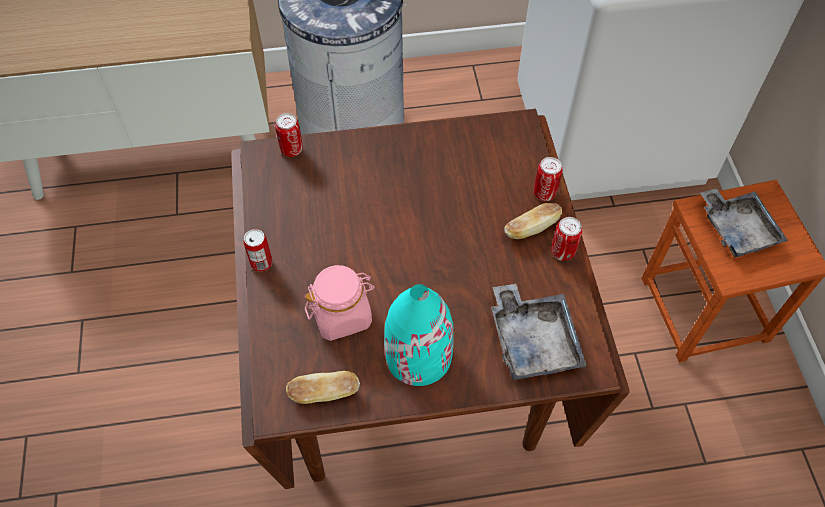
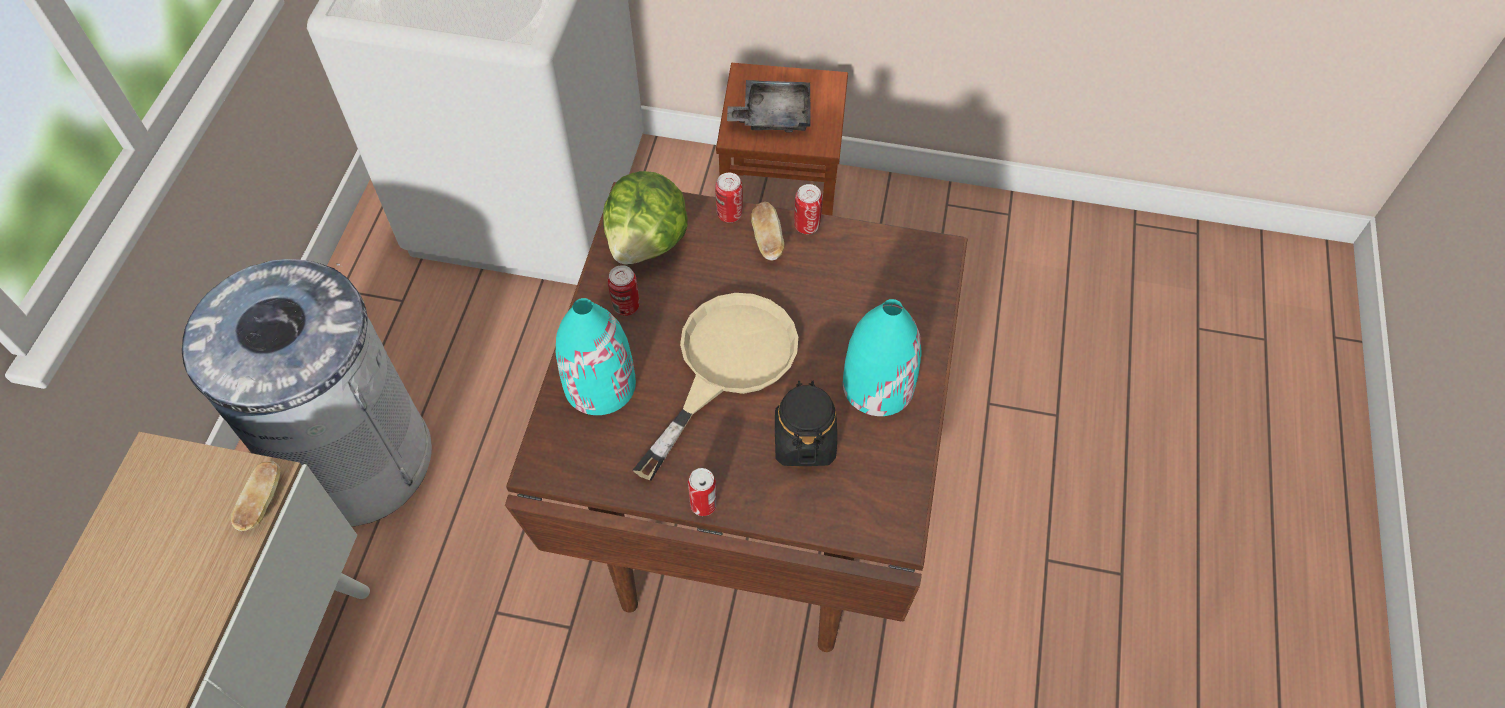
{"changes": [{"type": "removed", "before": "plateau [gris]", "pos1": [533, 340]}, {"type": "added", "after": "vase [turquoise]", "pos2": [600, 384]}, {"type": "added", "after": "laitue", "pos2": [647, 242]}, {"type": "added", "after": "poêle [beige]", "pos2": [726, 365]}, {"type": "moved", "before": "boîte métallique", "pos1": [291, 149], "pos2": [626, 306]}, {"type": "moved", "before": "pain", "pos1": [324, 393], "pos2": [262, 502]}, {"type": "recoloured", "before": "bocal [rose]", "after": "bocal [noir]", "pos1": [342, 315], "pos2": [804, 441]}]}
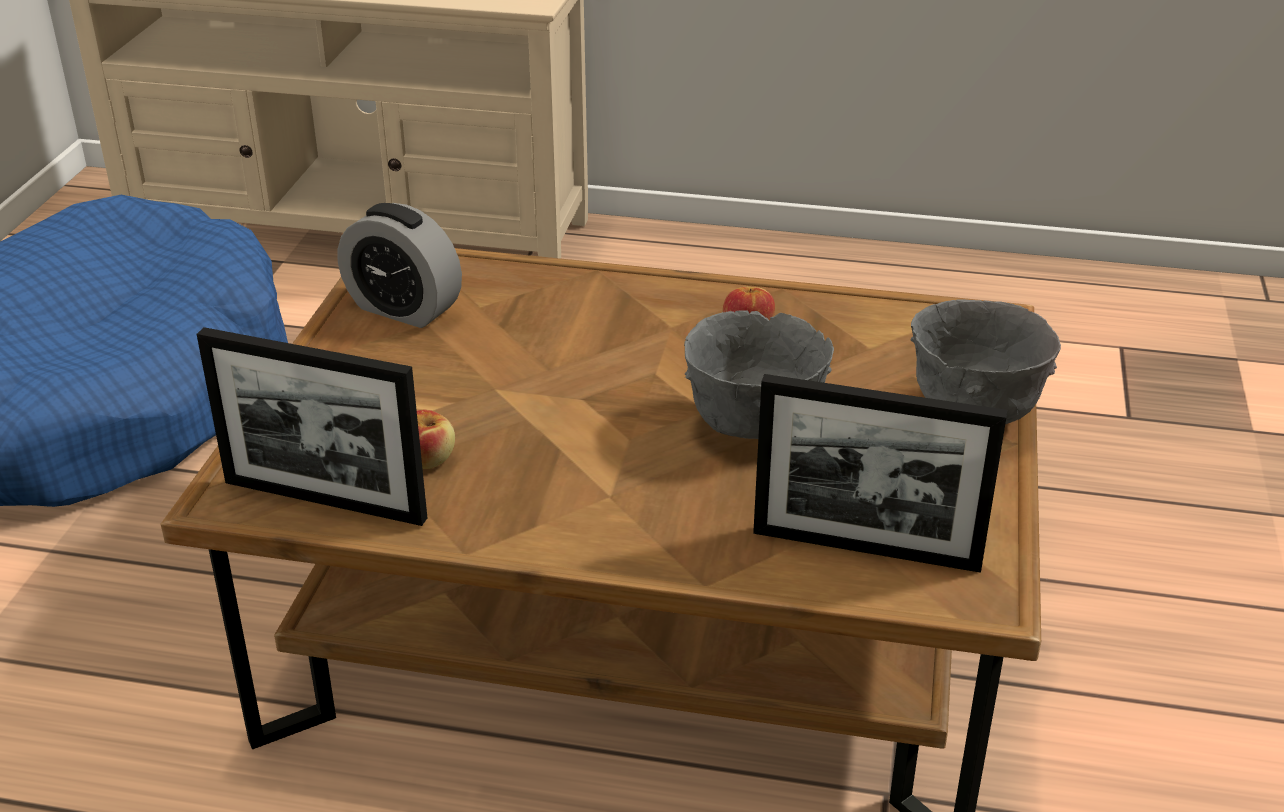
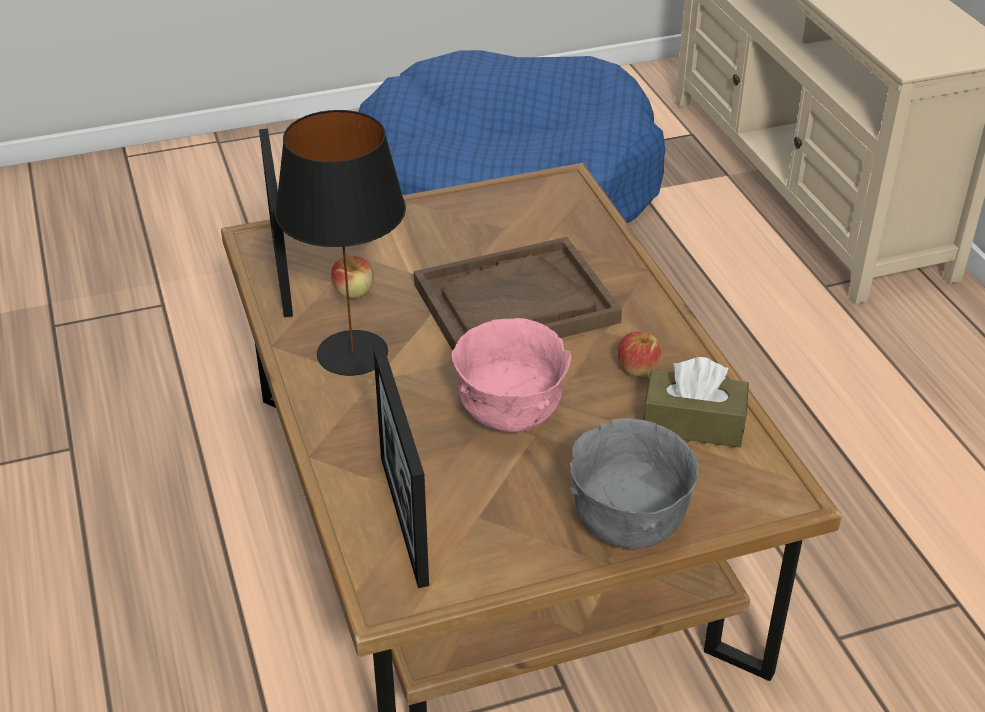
{"changes": [{"type": "removed", "before": "réveil", "pos1": [403, 309]}, {"type": "added", "after": "lampe de table [noir]", "pos2": [351, 352]}, {"type": "added", "after": "plateau [marron]", "pos2": [515, 304]}, {"type": "added", "after": "boîte à mouchoirs [marron]", "pos2": [693, 424]}, {"type": "recoloured", "before": "bol [gris]", "after": "bol [rose]", "pos1": [753, 426], "pos2": [510, 415]}]}
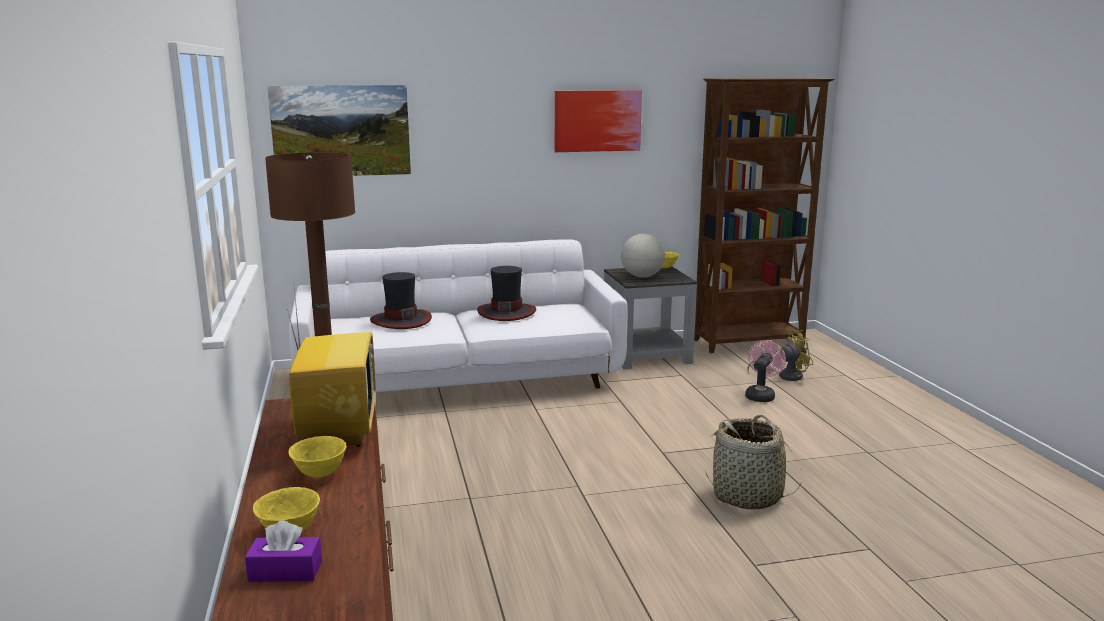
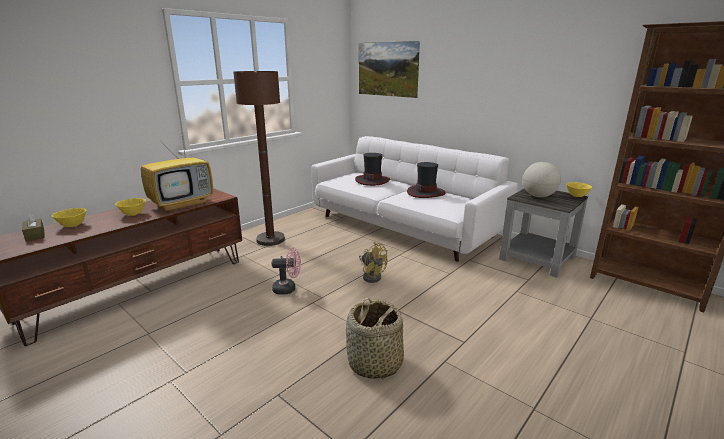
{"changes": [{"type": "removed", "before": "tableau", "pos1": [597, 121]}, {"type": "moved", "before": "ventilateur [rose]", "pos1": [761, 395], "pos2": [288, 289]}, {"type": "moved", "before": "ventilateur [jaune]", "pos1": [785, 376], "pos2": [372, 276]}, {"type": "recoloured", "before": "boîte à mouchoirs [violet]", "after": "boîte à mouchoirs [marron]", "pos1": [285, 571], "pos2": [35, 235]}]}
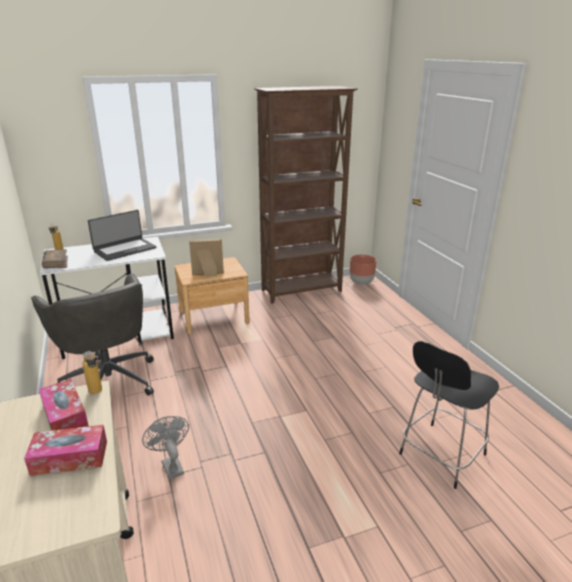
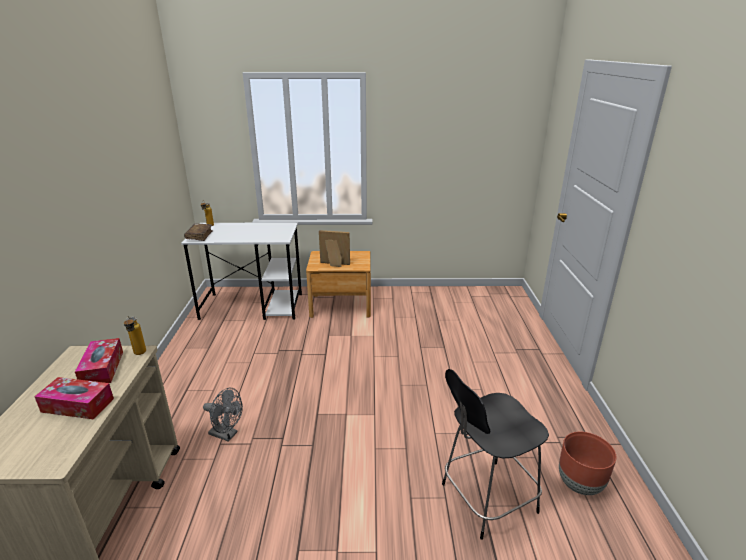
{"changes": [{"type": "removed", "before": "chaise de bureau [gris]", "pos1": [109, 380]}, {"type": "removed", "before": "ordinateur portable", "pos1": [124, 249]}, {"type": "removed", "before": "bibliothèque [marron]", "pos1": [302, 291]}, {"type": "moved", "before": "cache-pot [marron]", "pos1": [361, 283], "pos2": [579, 484]}, {"type": "turned", "before": "ventilateur [gris]", "pos1": [171, 465], "pos2": [227, 434], "turn": 120}]}
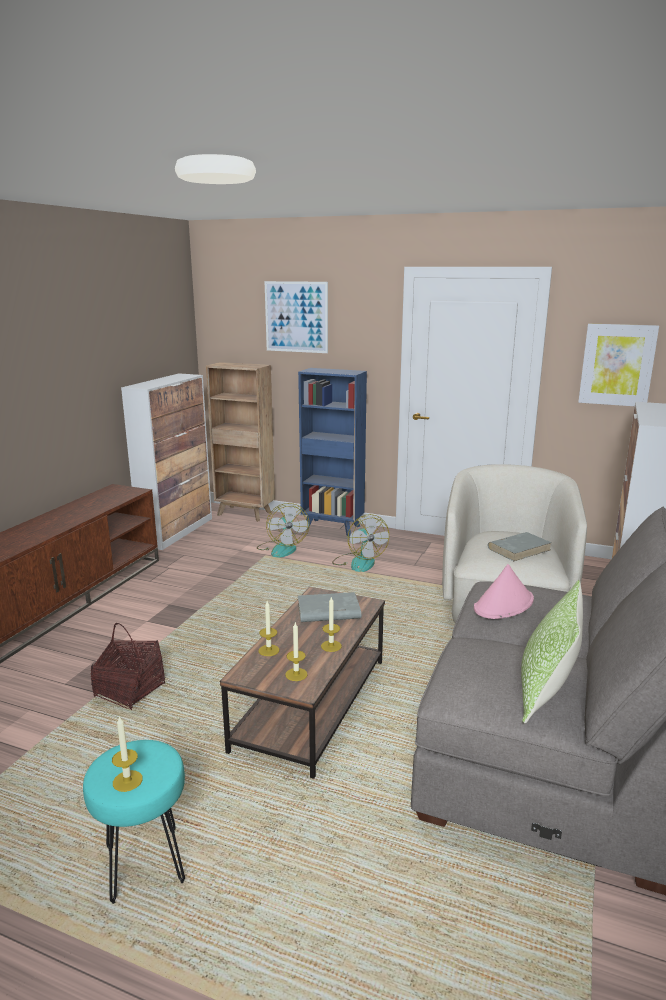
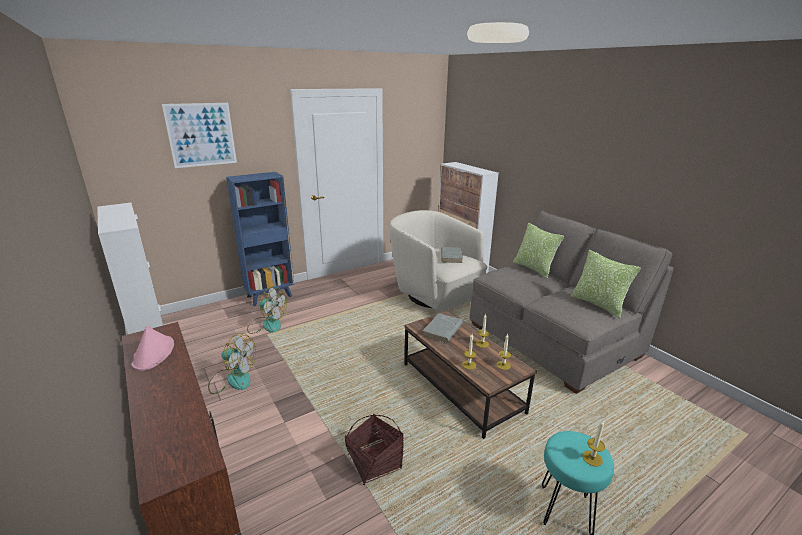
{"changes": [{"type": "removed", "before": "bibliothèque [marron]", "pos1": [245, 514]}, {"type": "removed", "before": "tableau", "pos1": [617, 365]}, {"type": "added", "after": "coussin", "pos2": [534, 268]}, {"type": "moved", "before": "ventilateur", "pos1": [359, 562], "pos2": [232, 379]}, {"type": "moved", "before": "chapeau [rose]", "pos1": [504, 604], "pos2": [153, 353]}]}
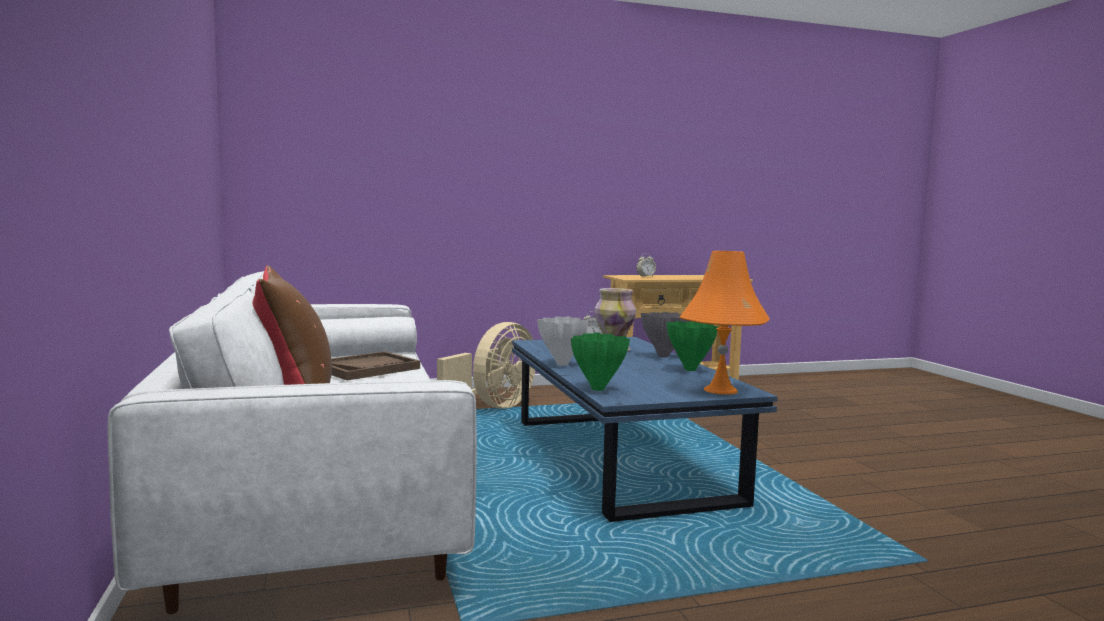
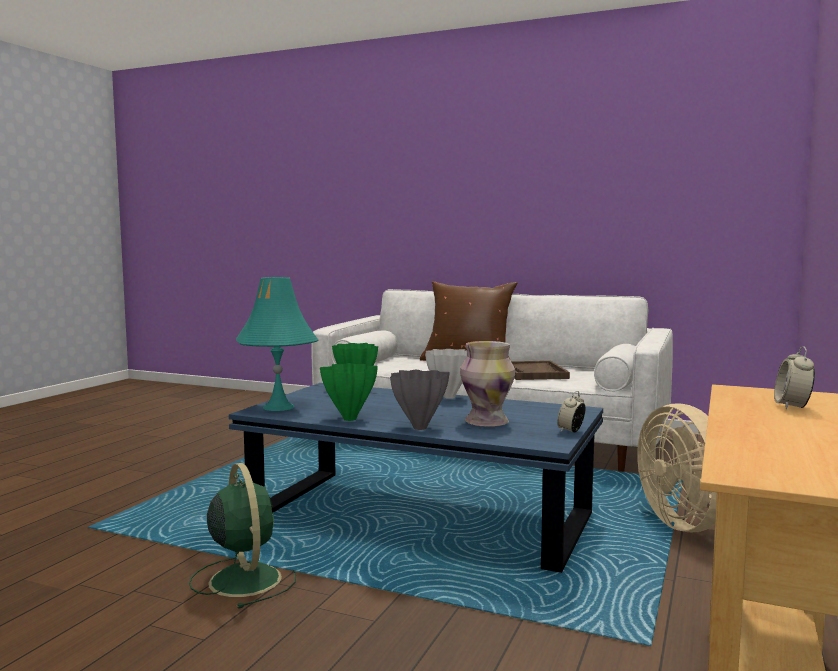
{"changes": [{"type": "added", "after": "ventilateur [vert]", "pos2": [244, 579]}, {"type": "recoloured", "before": "lampe de table [orange]", "after": "lampe de table [turquoise]", "pos1": [720, 390], "pos2": [278, 407]}]}
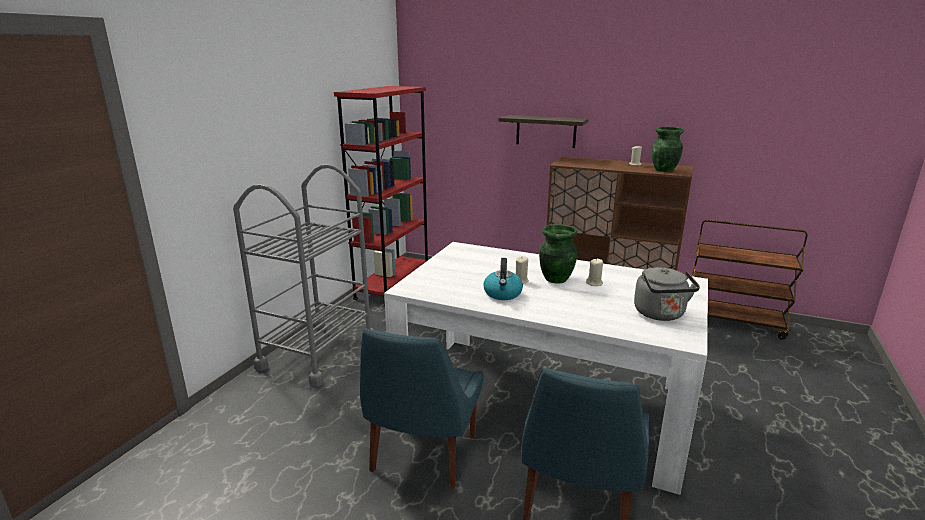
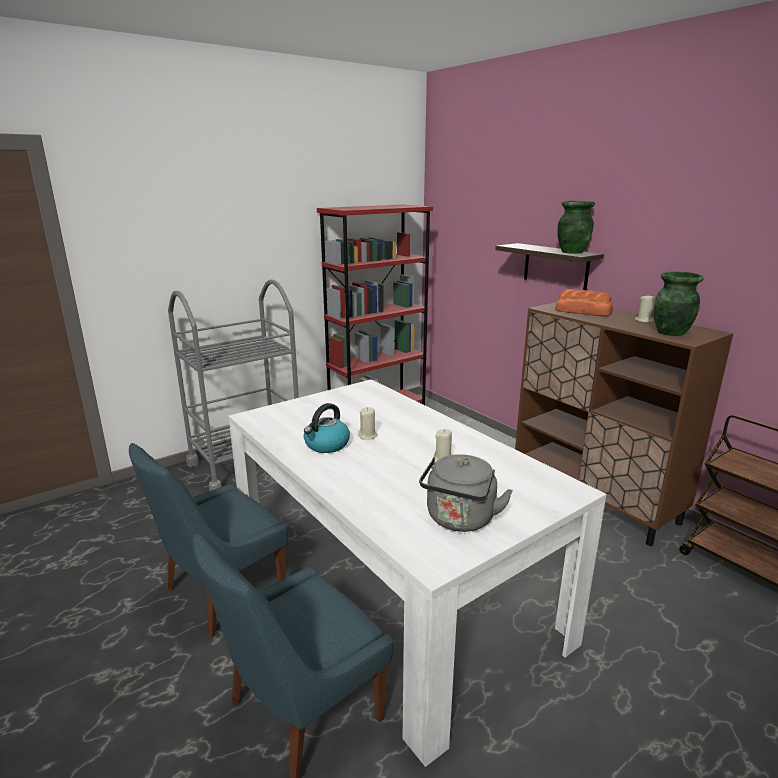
{"changes": [{"type": "added", "after": "pain", "pos2": [583, 312]}, {"type": "moved", "before": "vase [vert]", "pos1": [555, 279], "pos2": [571, 252]}]}
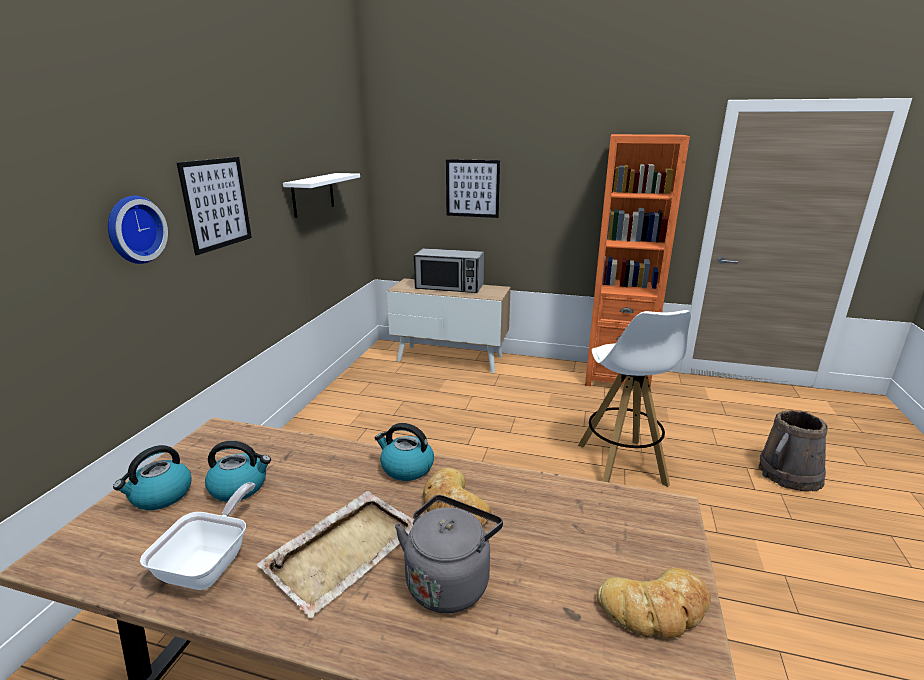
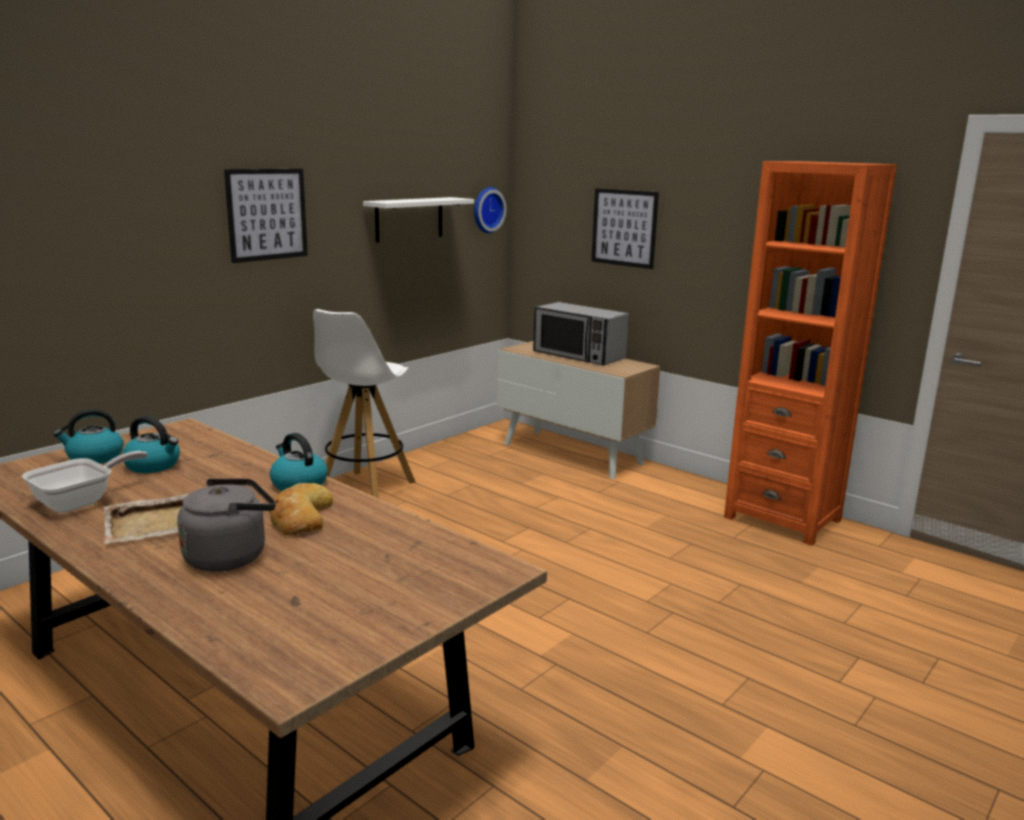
{"changes": [{"type": "removed", "before": "pain", "pos1": [656, 609]}, {"type": "removed", "before": "seau [marron]", "pos1": [789, 474]}, {"type": "moved", "before": "horloge murale", "pos1": [133, 229], "pos2": [486, 210]}, {"type": "moved", "before": "tabouret [blanc]", "pos1": [621, 465], "pos2": [365, 491]}]}
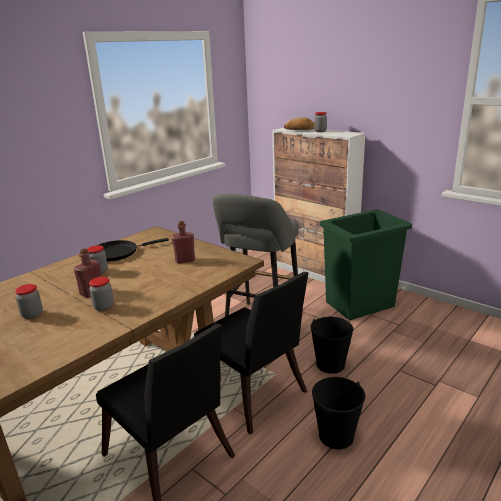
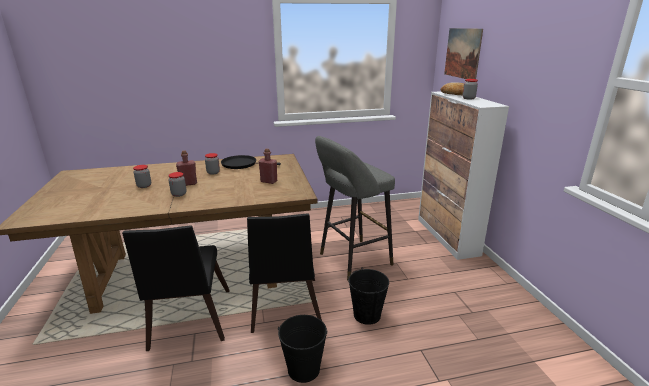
{"changes": [{"type": "removed", "before": "poubelle [vert]", "pos1": [361, 304]}, {"type": "added", "after": "tableau", "pos2": [462, 53]}]}
